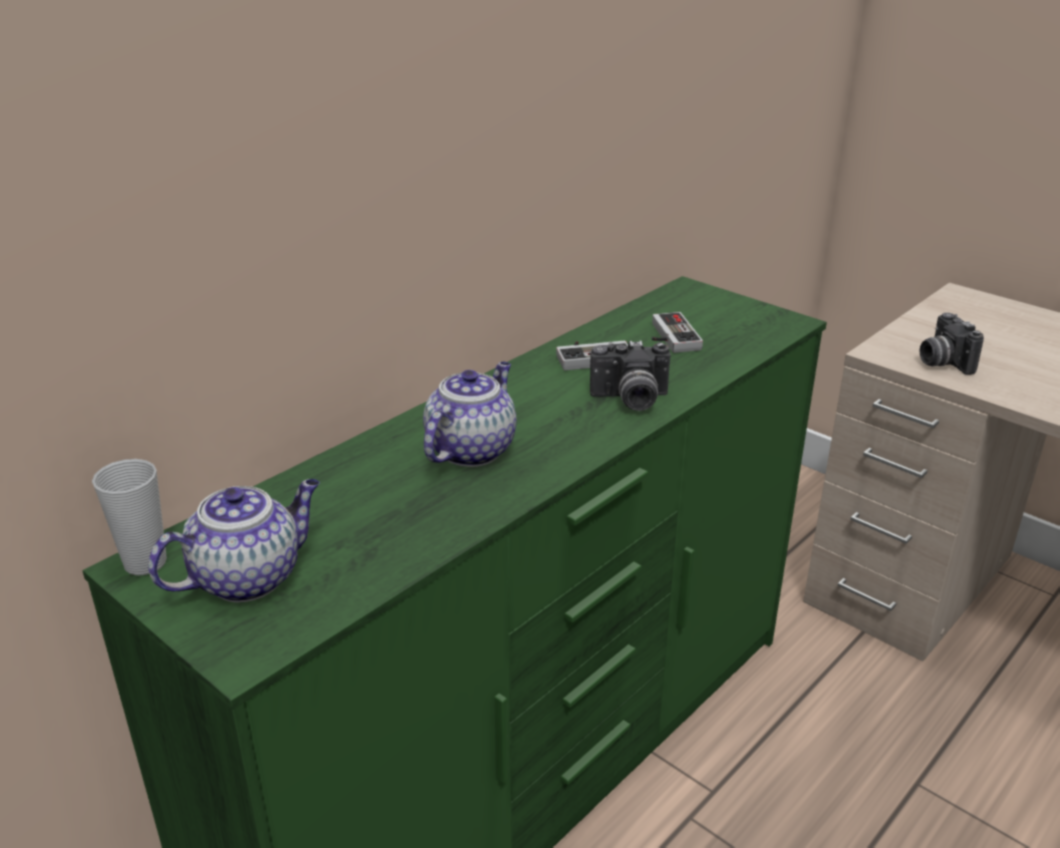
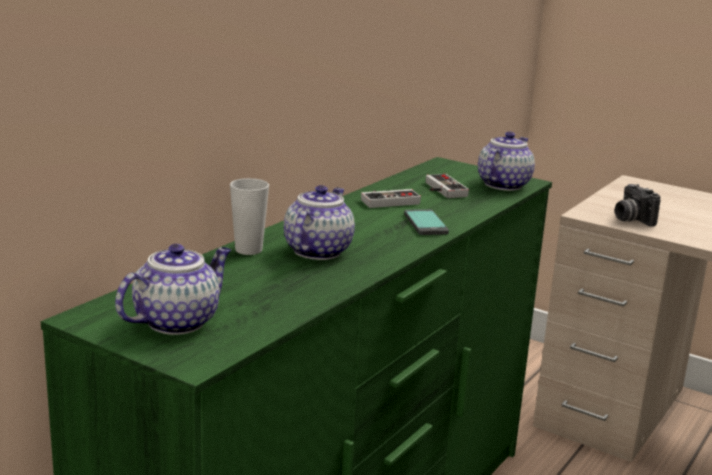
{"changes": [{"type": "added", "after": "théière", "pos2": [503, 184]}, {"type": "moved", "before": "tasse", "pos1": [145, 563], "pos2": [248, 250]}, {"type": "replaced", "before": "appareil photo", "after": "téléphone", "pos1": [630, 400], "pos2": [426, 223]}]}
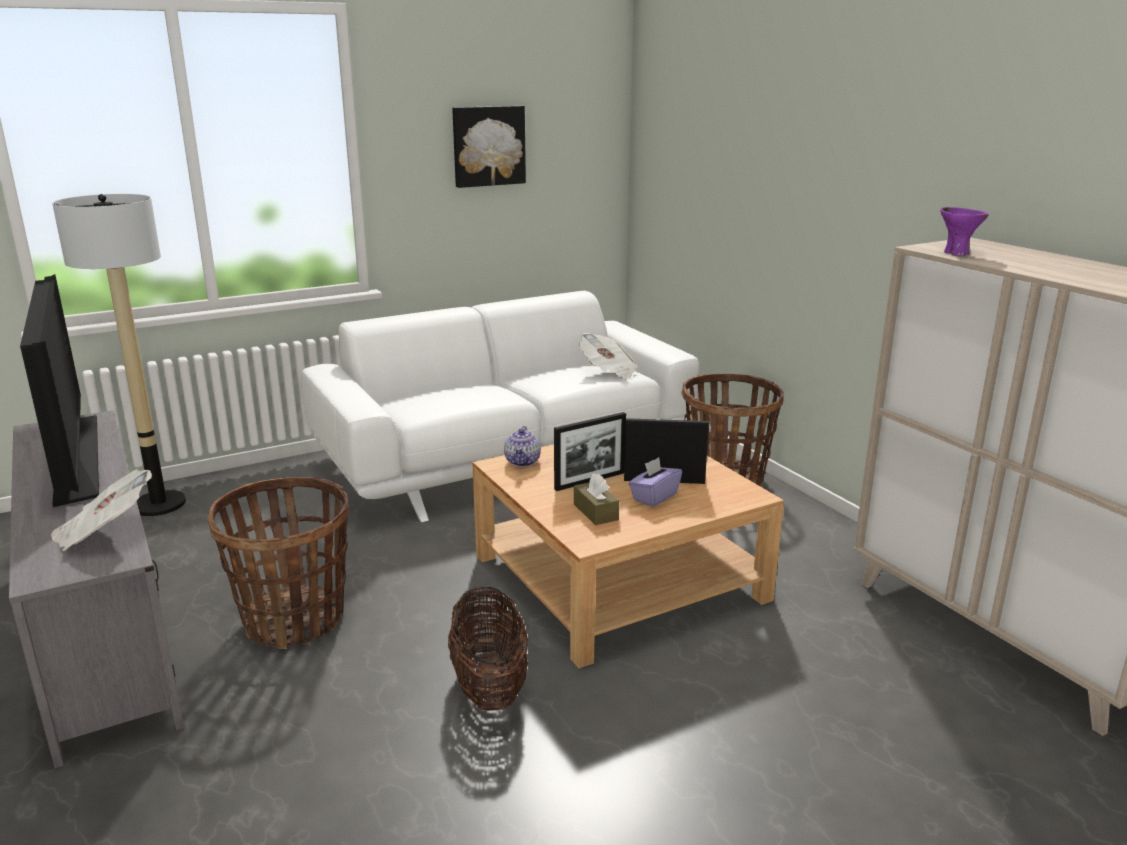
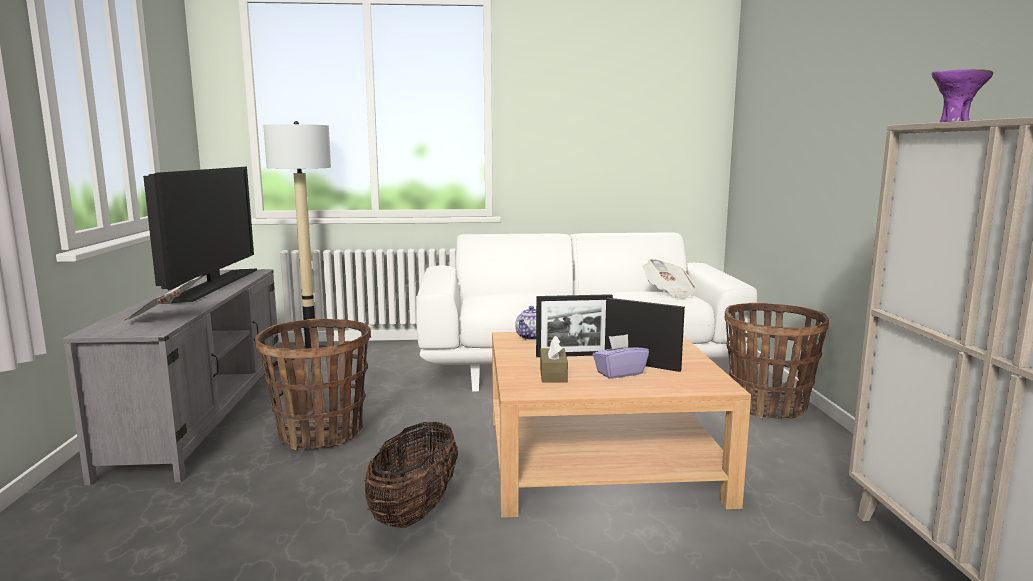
{"changes": [{"type": "removed", "before": "tableau", "pos1": [488, 146]}]}
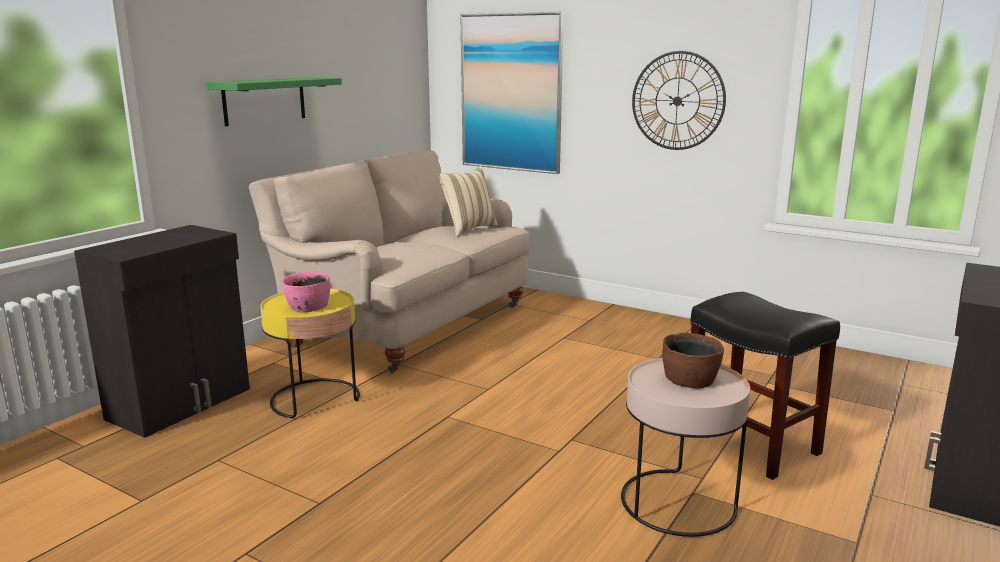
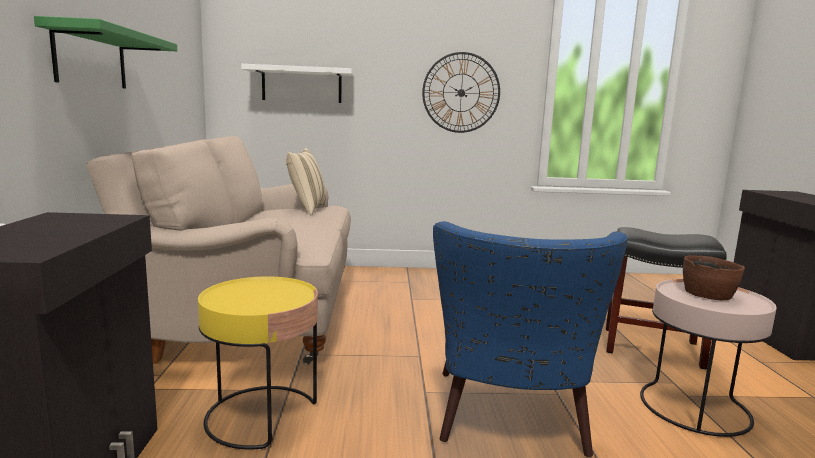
{"changes": [{"type": "removed", "before": "bol [rose]", "pos1": [307, 307]}, {"type": "added", "after": "fauteuil [bleu]", "pos2": [510, 422]}, {"type": "replaced", "before": "tableau", "after": "étagère [blanc]", "pos1": [511, 93], "pos2": [302, 85]}]}
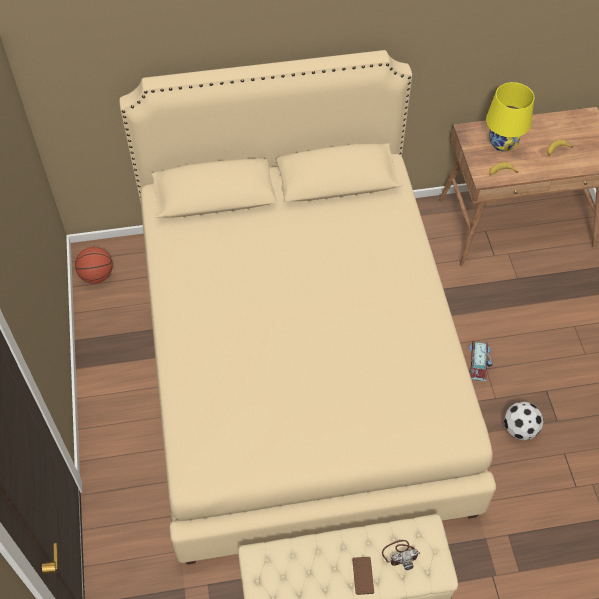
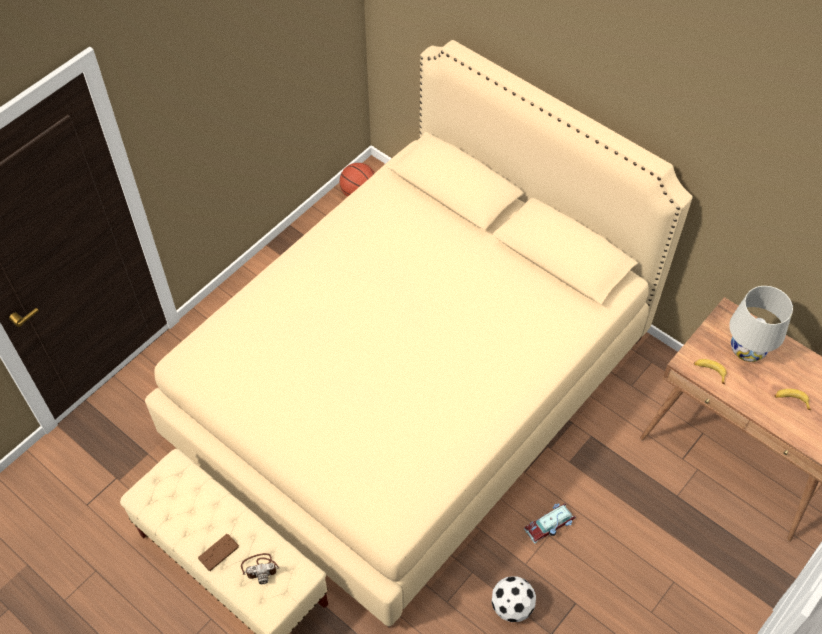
{"changes": [{"type": "recoloured", "before": "lampe de table [jaune]", "after": "lampe de table [blanc]", "pos1": [502, 143], "pos2": [747, 350]}, {"type": "turned", "before": "appareil photo", "pos1": [400, 554], "pos2": [260, 568], "turn": -45}]}
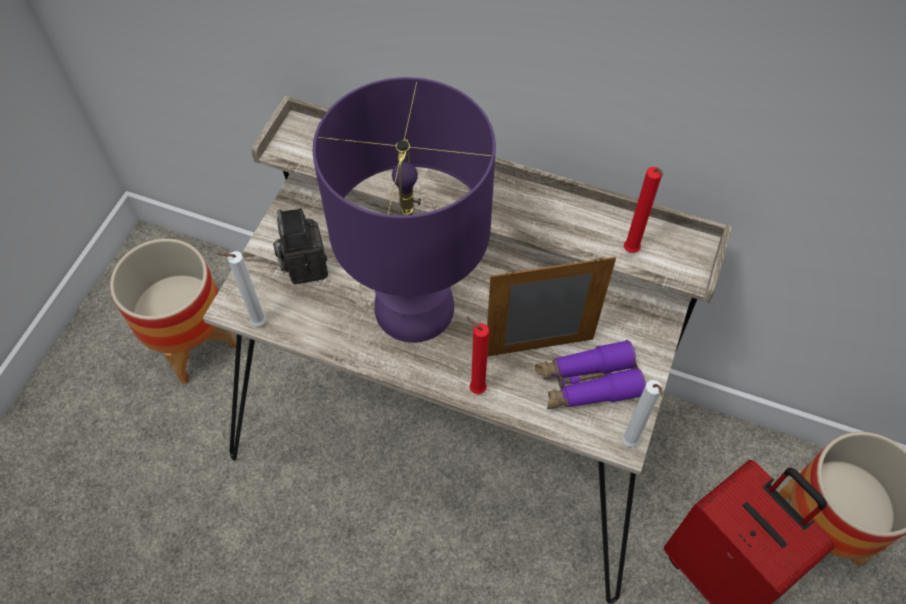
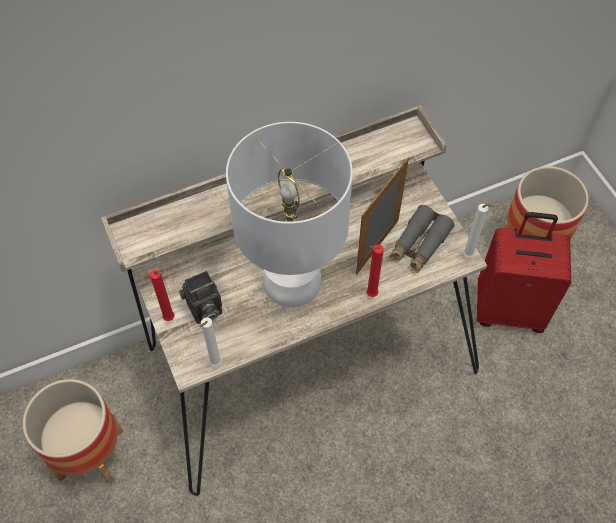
{"changes": [{"type": "moved", "before": "bougie [rouge]", "pos1": [631, 252], "pos2": [170, 319]}, {"type": "recoloured", "before": "lampe de table [violet]", "after": "lampe de table [blanc]", "pos1": [416, 307], "pos2": [292, 280]}, {"type": "recoloured", "before": "jumelles [violet]", "after": "jumelles [gris]", "pos1": [587, 383], "pos2": [419, 244]}, {"type": "turned", "before": "appareil photo", "pos1": [304, 265], "pos2": [204, 311], "turn": -60}]}
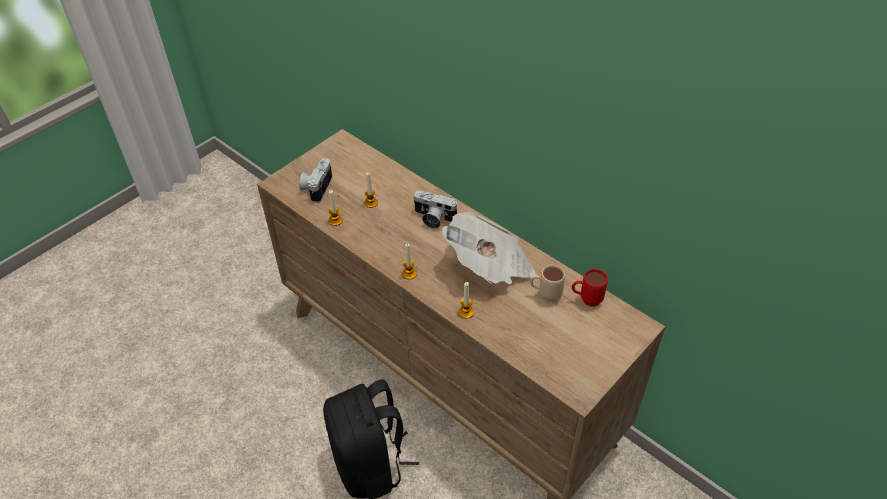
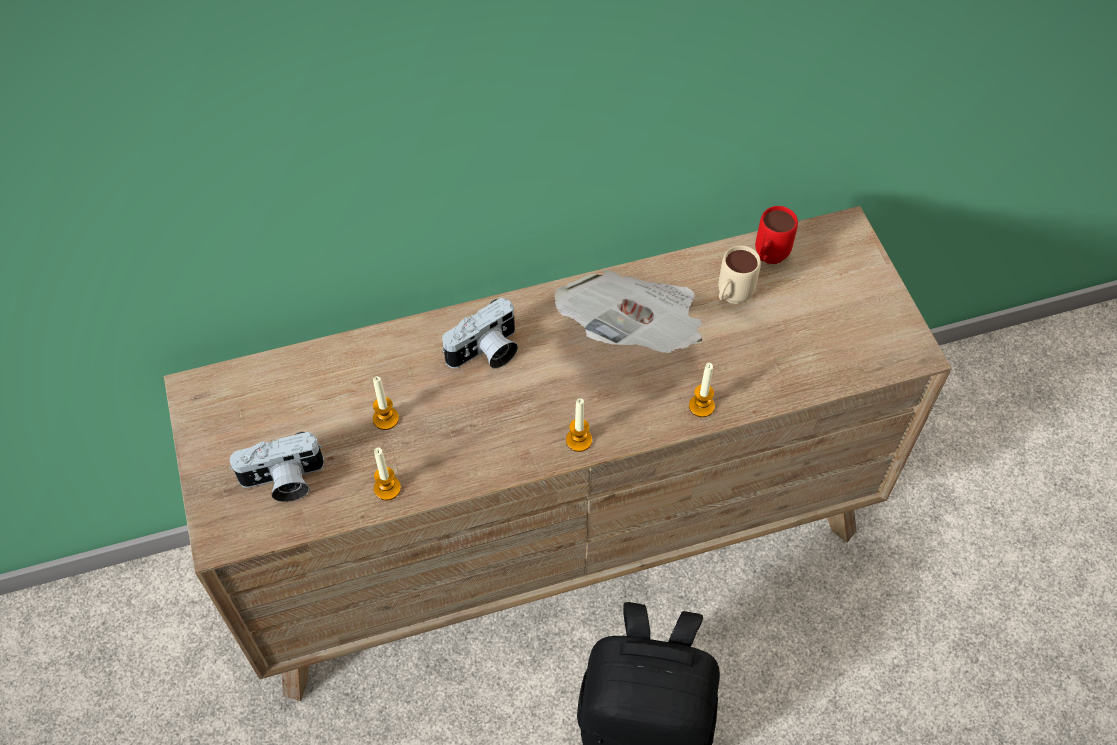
{"changes": [{"type": "turned", "before": "appareil photo", "pos1": [316, 187], "pos2": [283, 481], "turn": -60}]}
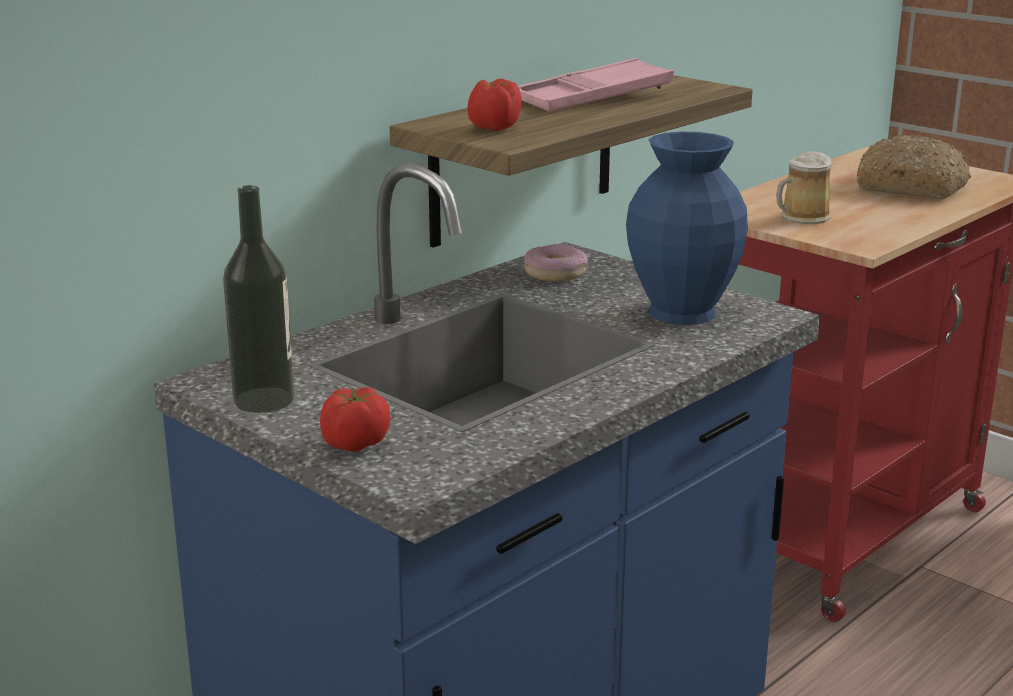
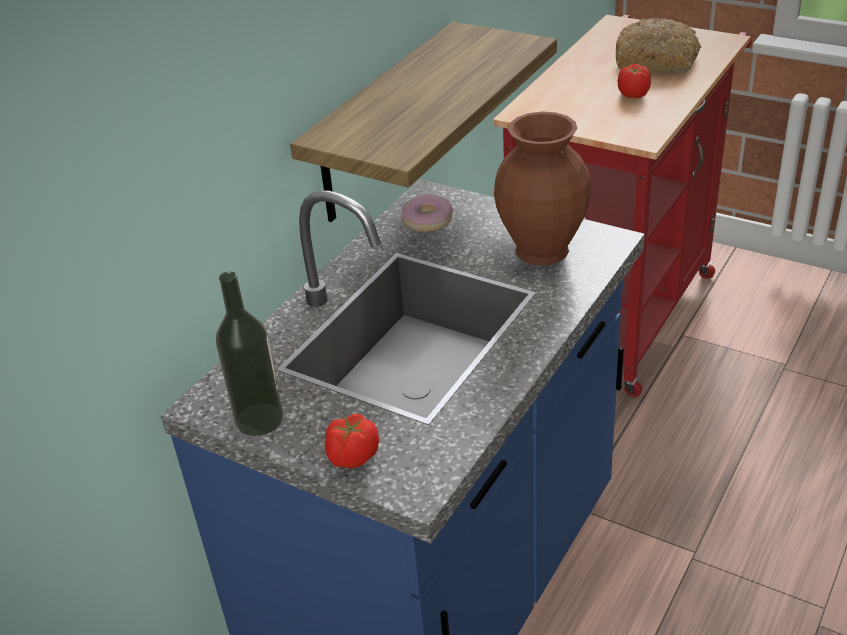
{"changes": [{"type": "removed", "before": "plateau [rose]", "pos1": [594, 98]}, {"type": "removed", "before": "mug", "pos1": [801, 217]}, {"type": "moved", "before": "tomate", "pos1": [493, 128], "pos2": [632, 95]}, {"type": "recoloured", "before": "vase [bleu]", "after": "vase [marron]", "pos1": [684, 313], "pos2": [544, 250]}]}
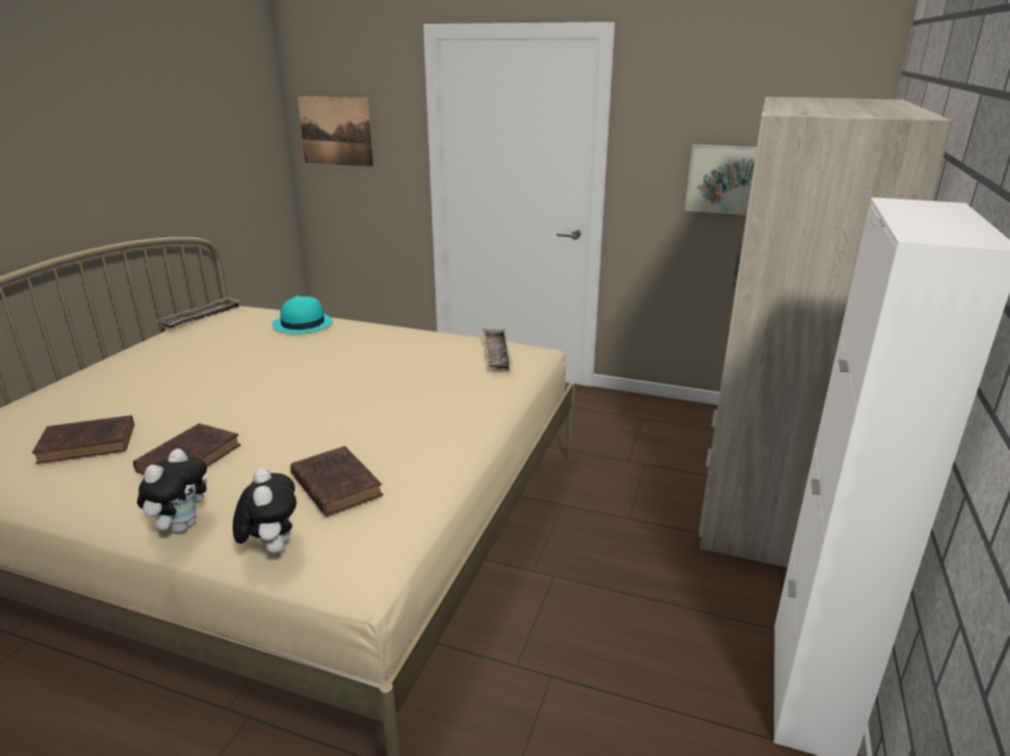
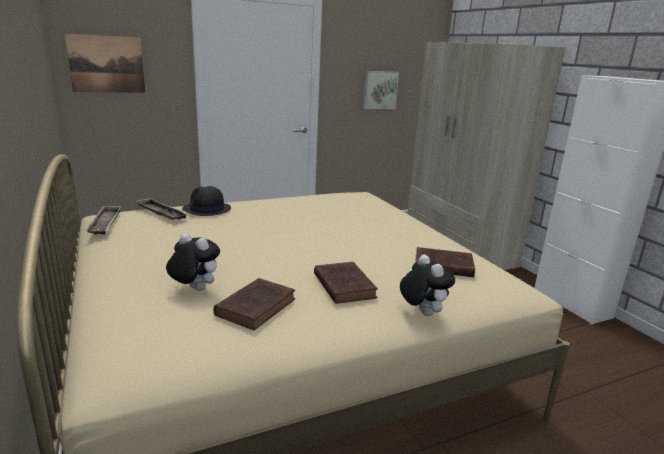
{"changes": [{"type": "moved", "before": "peluche", "pos1": [272, 549], "pos2": [194, 289]}, {"type": "moved", "before": "plateau", "pos1": [497, 353], "pos2": [161, 213]}, {"type": "recoloured", "before": "chapeau [turquoise]", "after": "chapeau [noir]", "pos1": [302, 324], "pos2": [206, 209]}]}
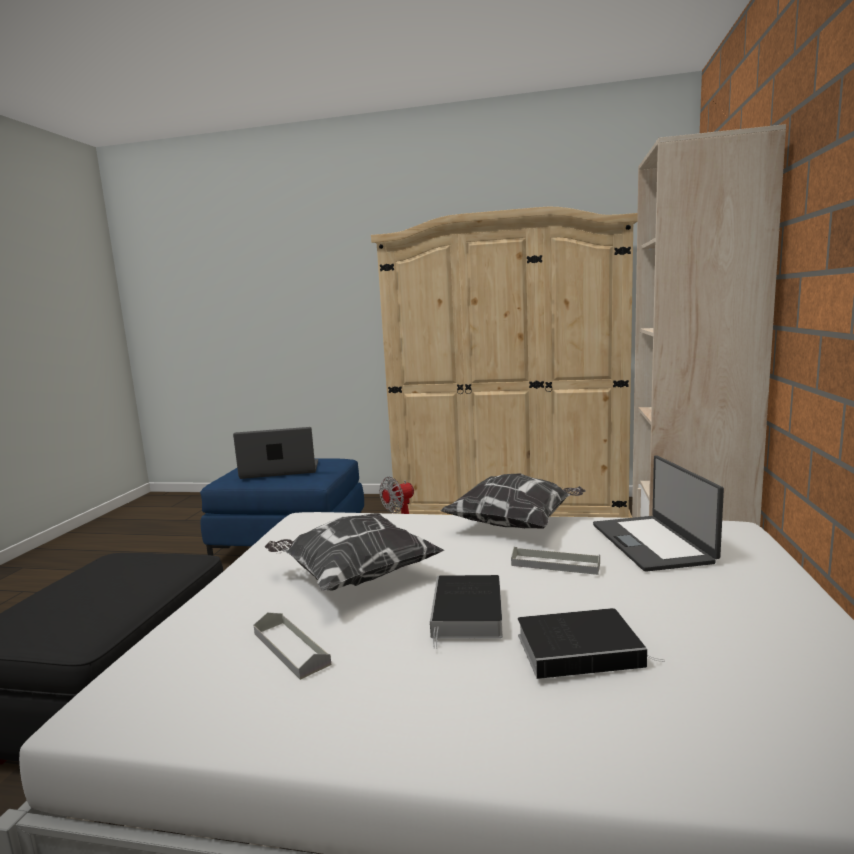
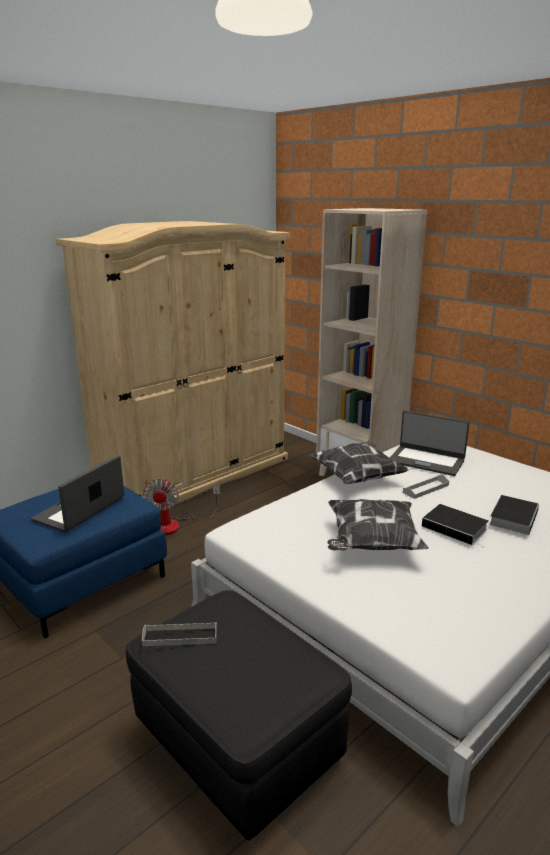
{"changes": [{"type": "moved", "before": "plateau [gris]", "pos1": [291, 648], "pos2": [180, 636]}]}
